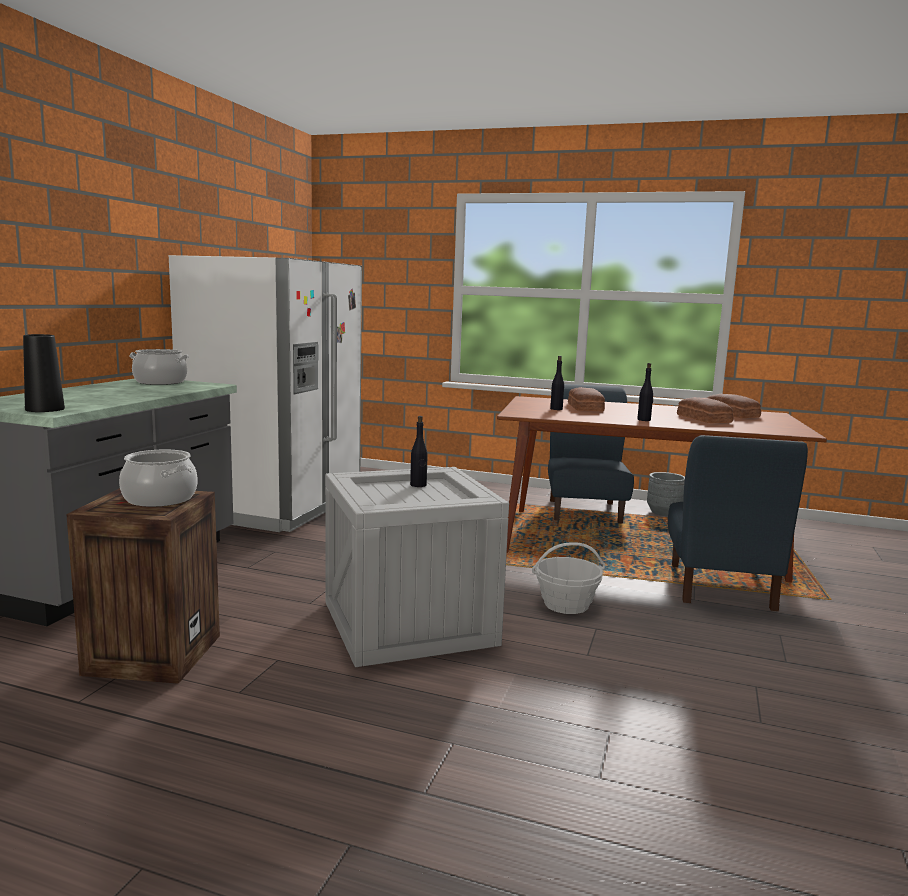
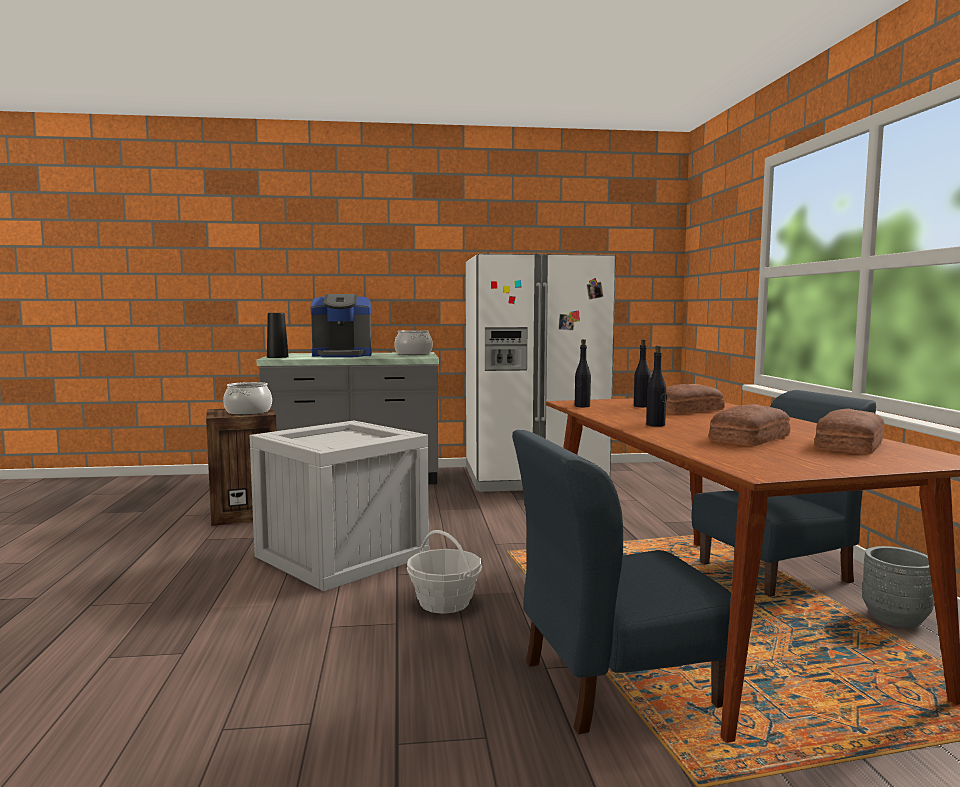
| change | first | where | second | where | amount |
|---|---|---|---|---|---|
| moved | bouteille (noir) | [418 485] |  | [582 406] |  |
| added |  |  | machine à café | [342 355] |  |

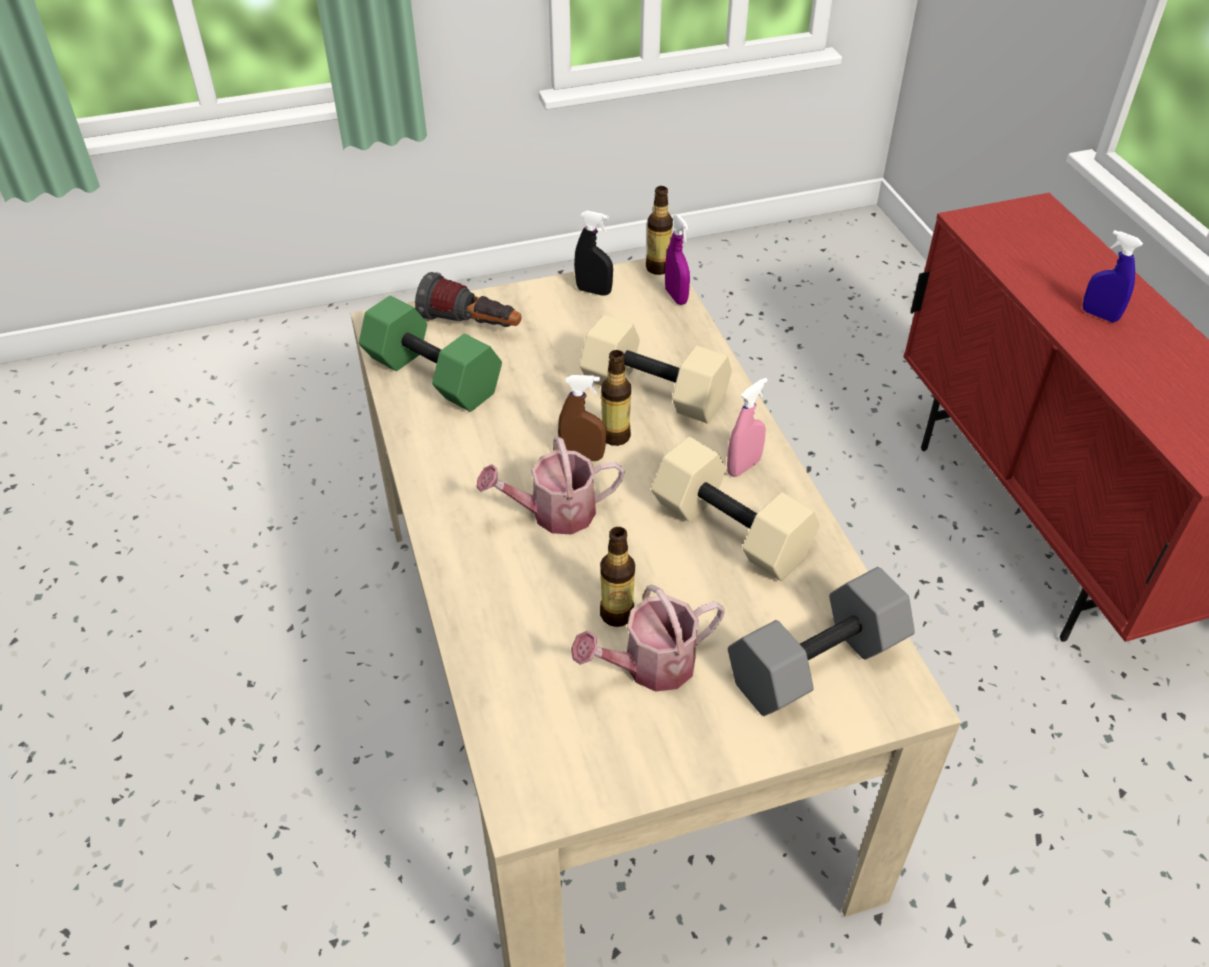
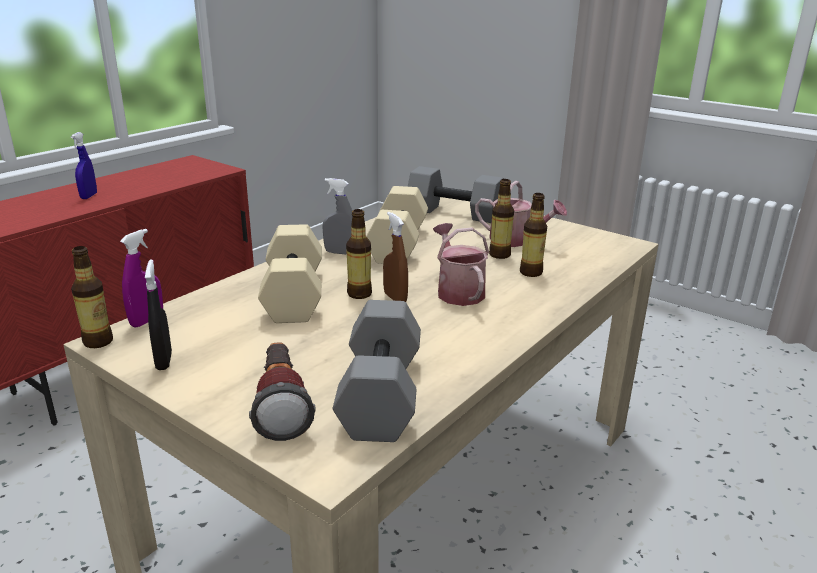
| change | first | where | second | where | amount |
|---|---|---|---|---|---|
| recoloured | haltère (vert) | [430 377] | haltère (gris) | [383 395] |  |
| recoloured | vaporisateur (rose) | [743 467] | vaporisateur (gris) | [339 252] |  |
| turned | arrosoir | [554 513] |  | [458 291] | 150 degrees counterclockwise |
| added |  |  | bouteille | [531 272] |  |

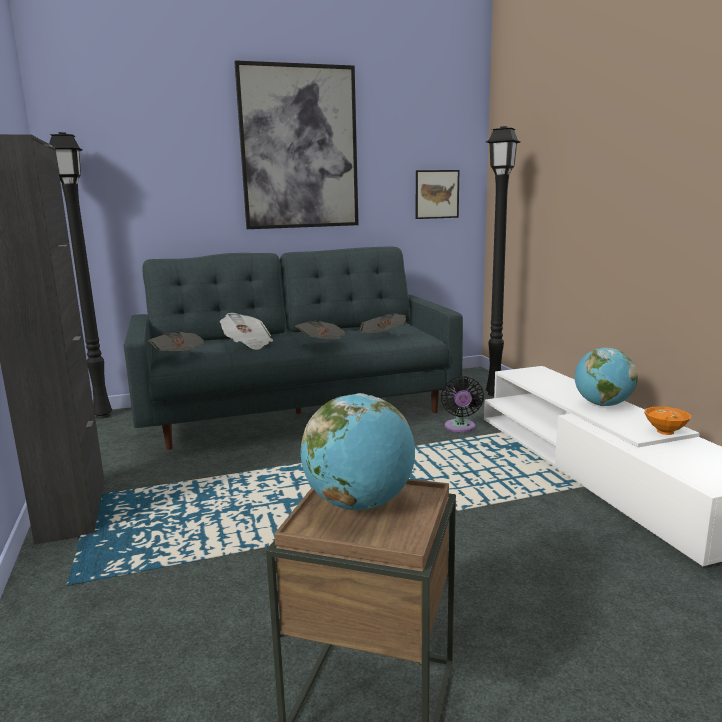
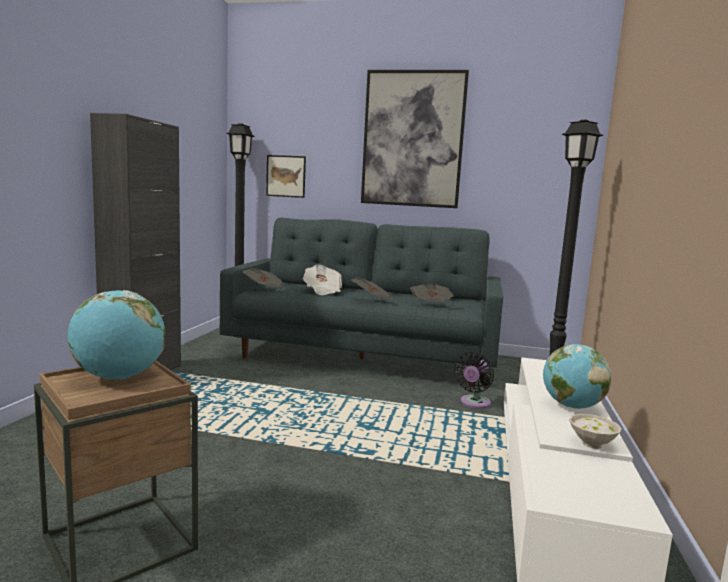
| change | first | where | second | where | amount |
|---|---|---|---|---|---|
| moved | tableau | [437 194] |  | [286 176] |  |
| recoloured | bol (orange) | [665 432] | bol (blanc) | [591 445] |  |

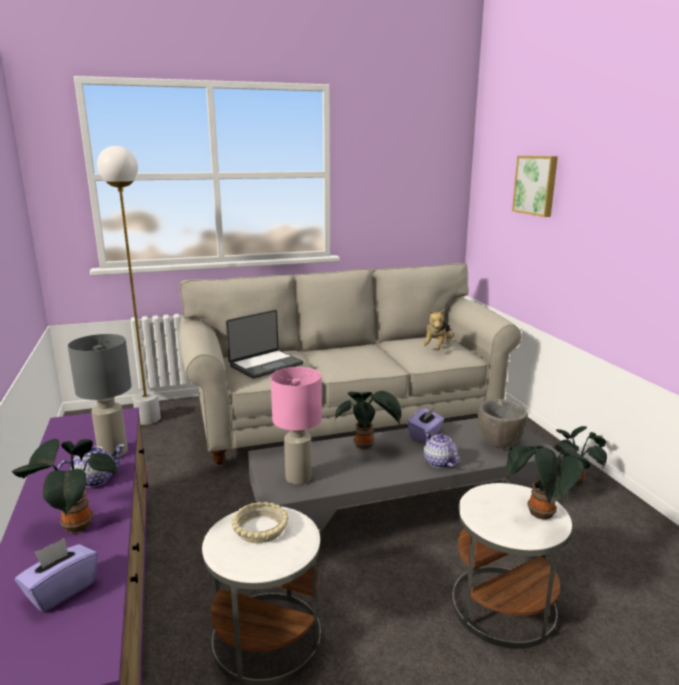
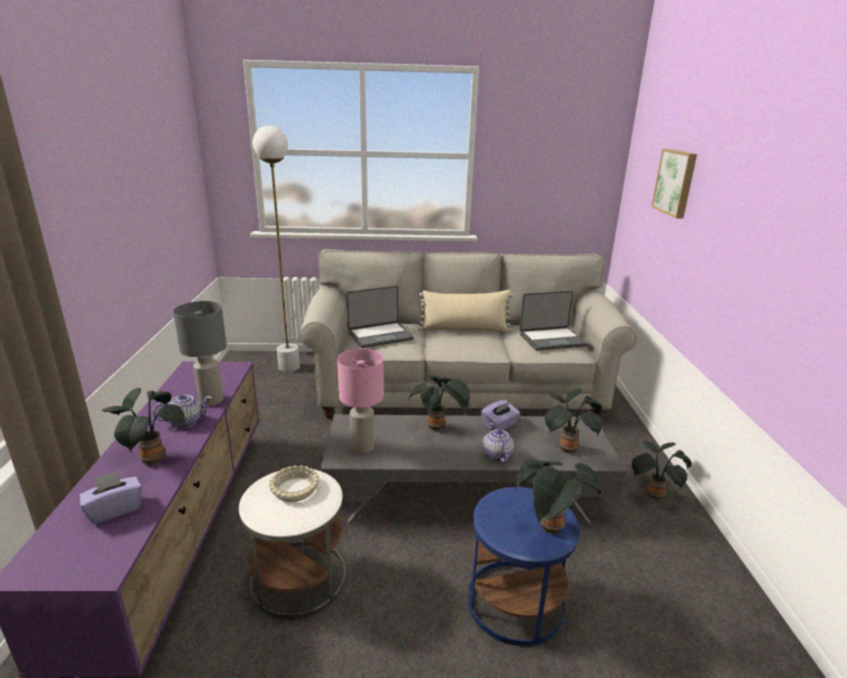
| change | first | where | second | where | amount |
|---|---|---|---|---|---|
| replaced | peluche | [438 348] | ordinateur portable | [551 339] |  |
| replaced | bol (gris) | [499 444] | plante en pot | [566 447] |  |
| recoloured | table d'appoint (blanc) | [502 606] | table d'appoint (bleu) | [514 602] |  |
| added |  |  | coussin (beige) | [464 330] |  |

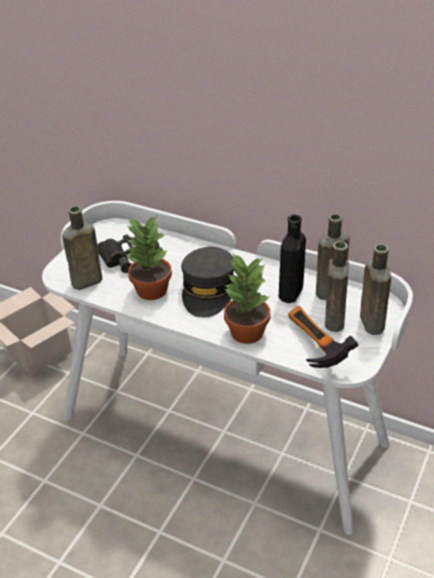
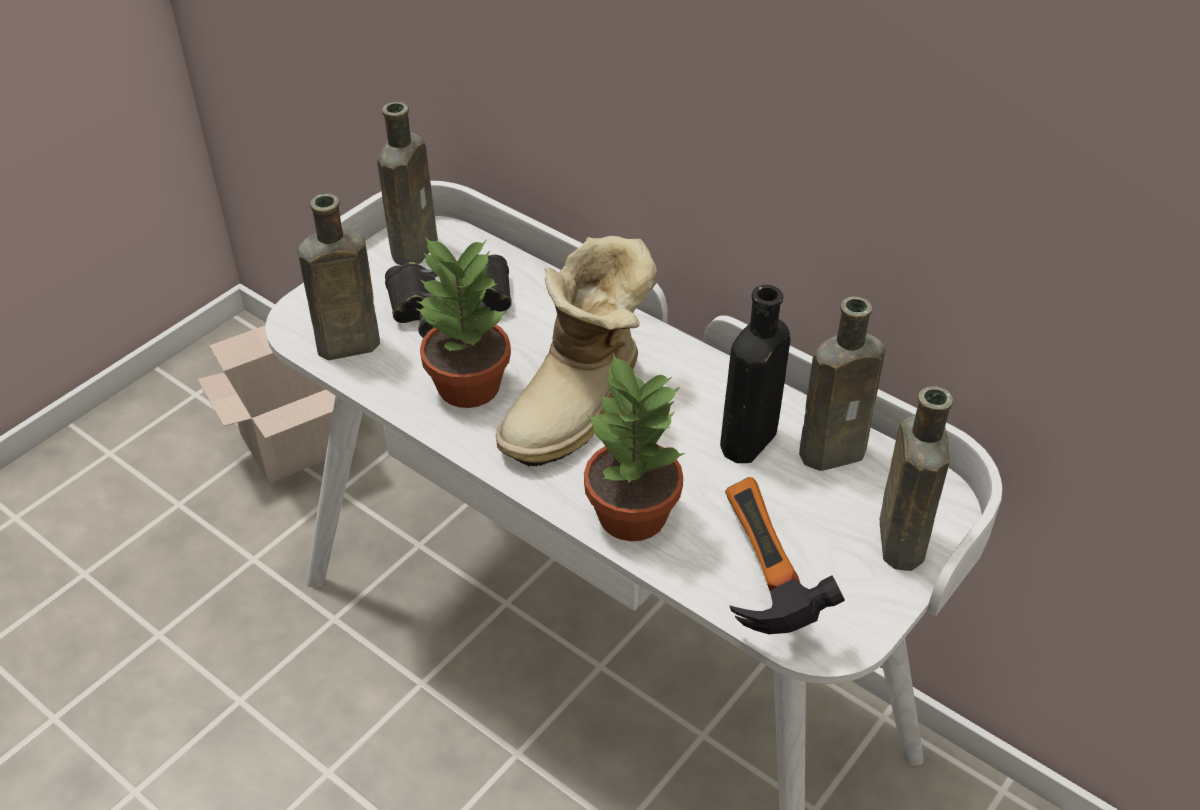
| change | first | where | second | where | amount |
|---|---|---|---|---|---|
| moved | bouteille (marron) | [334 318] |  | [416 246] |  |
| replaced | casquette (gris) | [208 290] | botte | [581 406] |  |

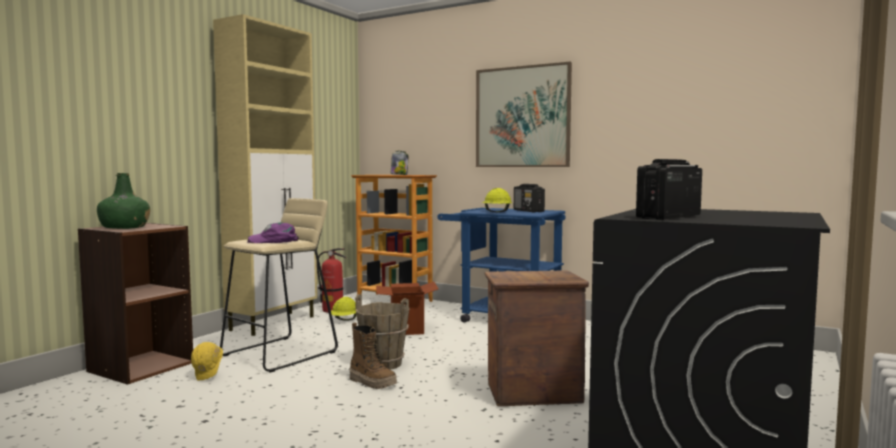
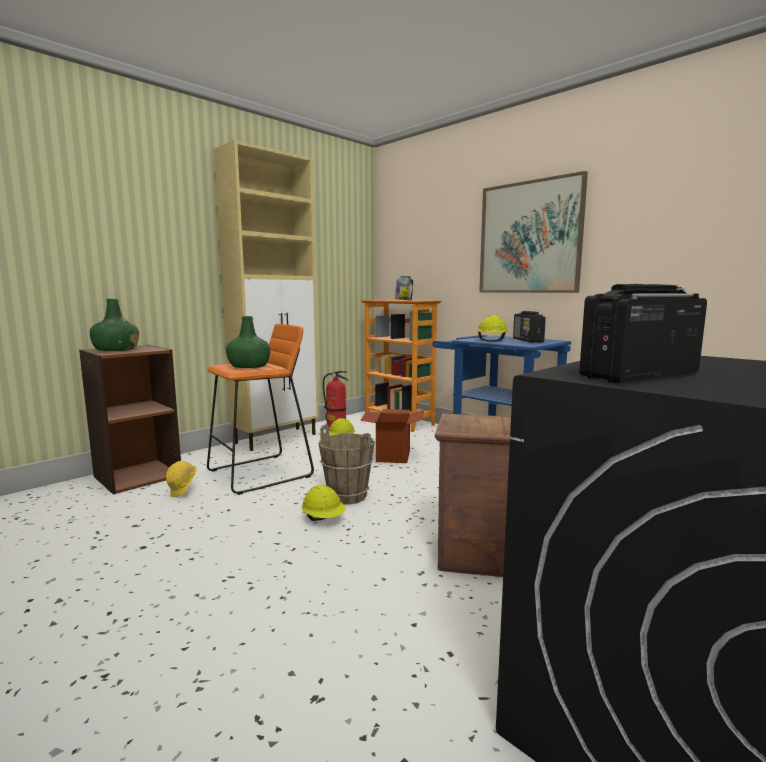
| change | first | where | second | where | amount |
|---|---|---|---|---|---|
| recoloured | tabouret (beige) | [280 353] | tabouret (orange) | [261 473] |  |
| replaced | casquette (violet) | [274 241] | bouteille (vert) | [249 366] |  |
| replaced | botte | [372 383] | casque de chantier (jaune) | [324 519] |  |

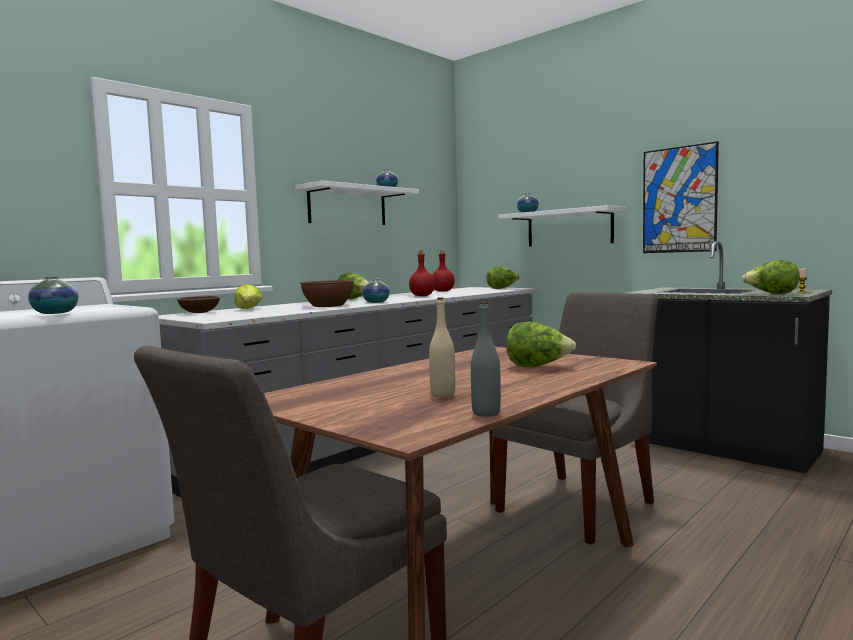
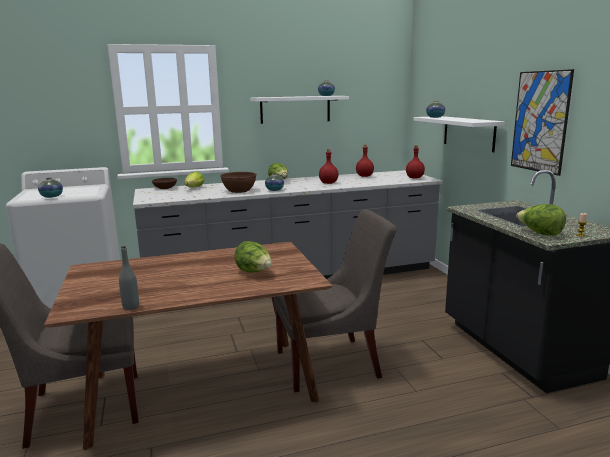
| change | first | where | second | where | amount |
|---|---|---|---|---|---|
| replaced | laitue | [502 288] | bouteille (rouge) | [414 178] |  |
| removed | bouteille (beige) | [443 395] |  |  |  |

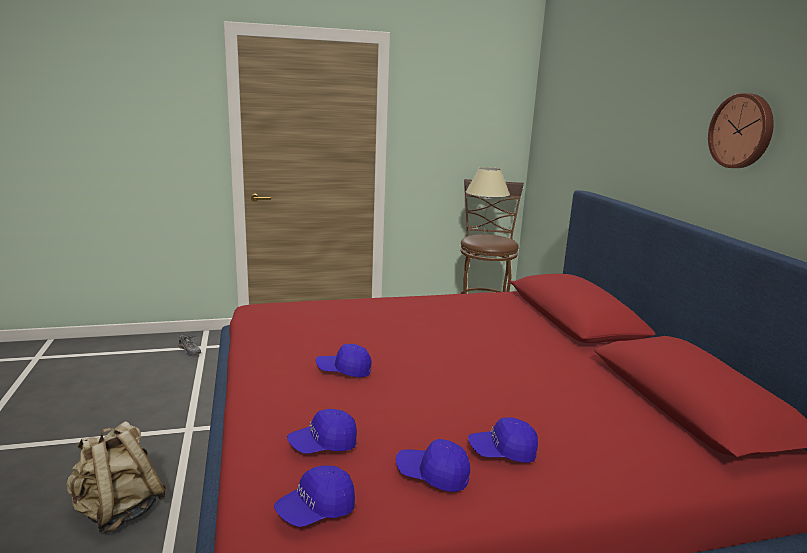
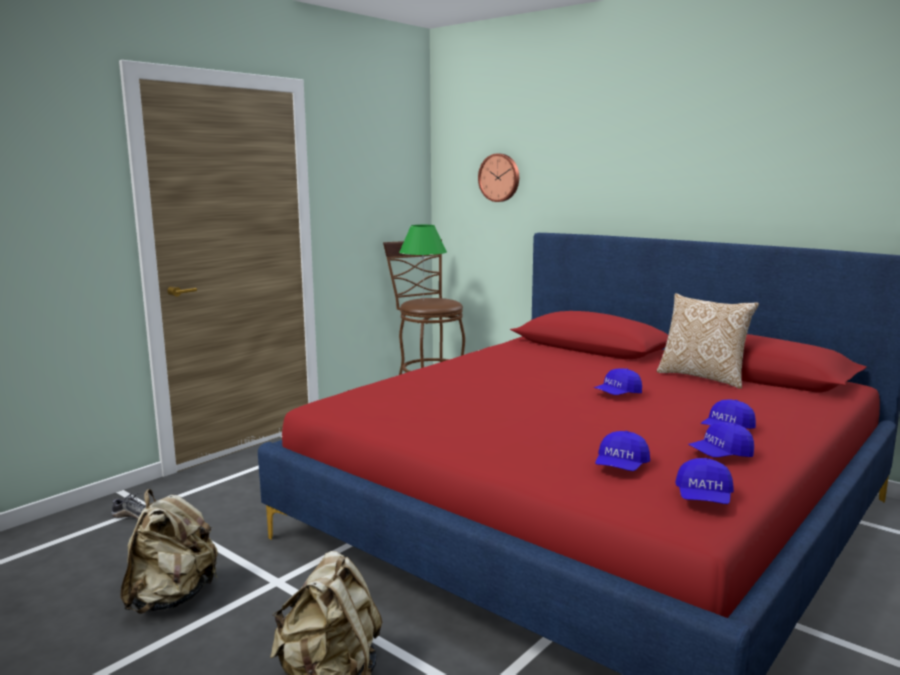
| change | first | where | second | where | amount |
|---|---|---|---|---|---|
| moved | horloge murale | [742 131] |  | [500 177] |  |
| recoloured | lampe de table (beige) | [483 236] | lampe de table (vert) | [423 300] |  |
| moved | casquette (bleu) | [344 371] |  | [617 395] |  |
| added |  |  | coussin | [703 377] |  |
| added |  |  | sac à dos (beige) | [172 598] |  |

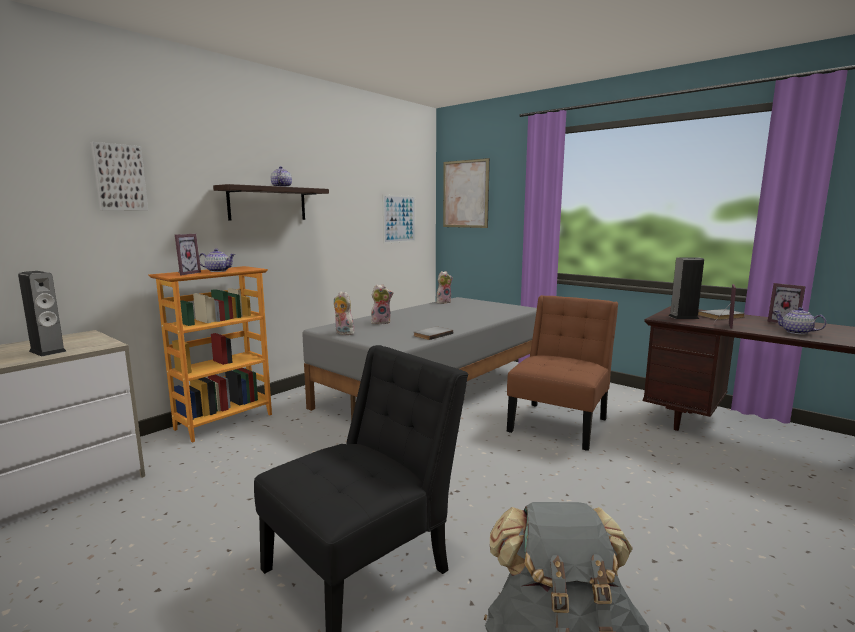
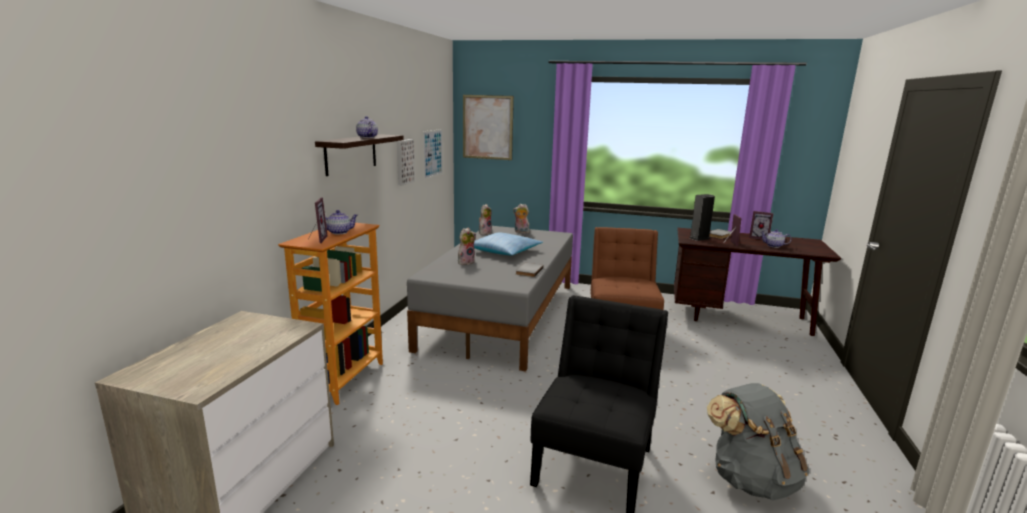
| change | first | where | second | where | amount |
|---|---|---|---|---|---|
| moved | tableau | [119 177] |  | [404 161] |  |
| removed | enceinte | [47 351] |  |  |  |
| moved | peluche | [343 333] |  | [521 232] |  |
| added |  |  | coussin | [504 251] |  |

